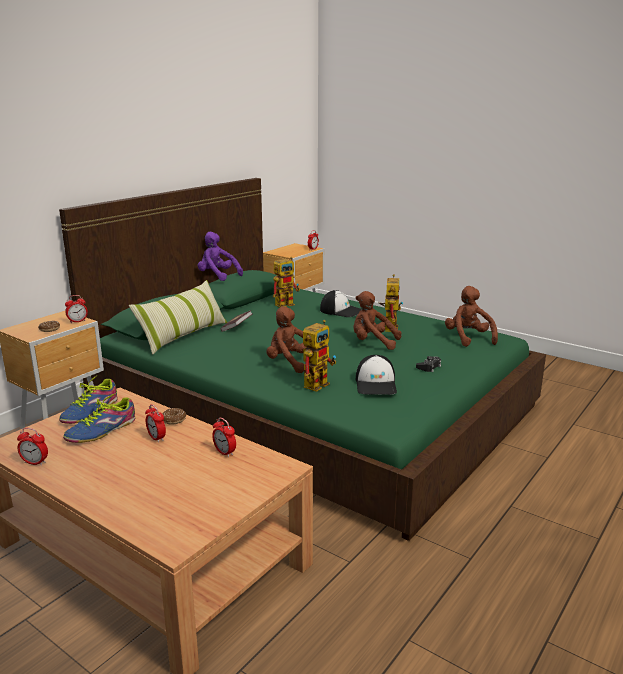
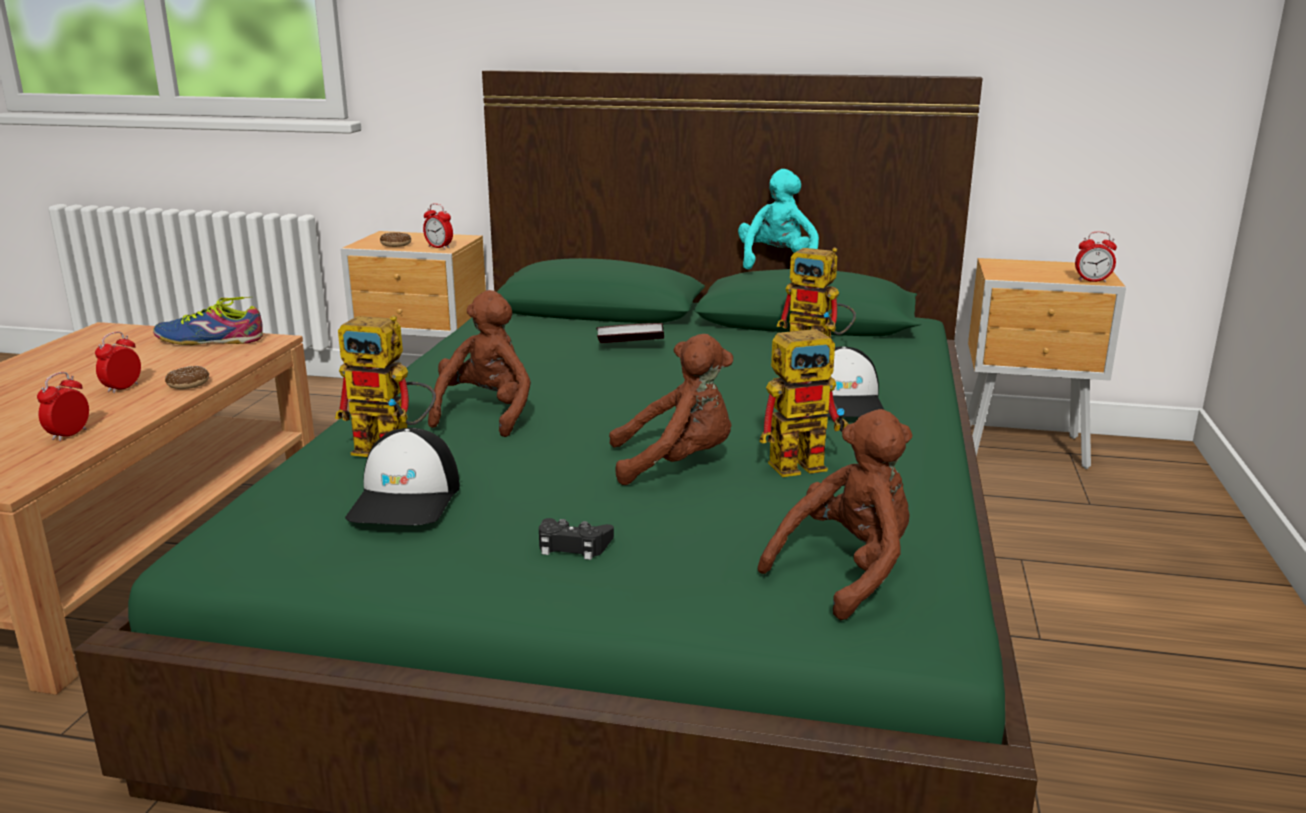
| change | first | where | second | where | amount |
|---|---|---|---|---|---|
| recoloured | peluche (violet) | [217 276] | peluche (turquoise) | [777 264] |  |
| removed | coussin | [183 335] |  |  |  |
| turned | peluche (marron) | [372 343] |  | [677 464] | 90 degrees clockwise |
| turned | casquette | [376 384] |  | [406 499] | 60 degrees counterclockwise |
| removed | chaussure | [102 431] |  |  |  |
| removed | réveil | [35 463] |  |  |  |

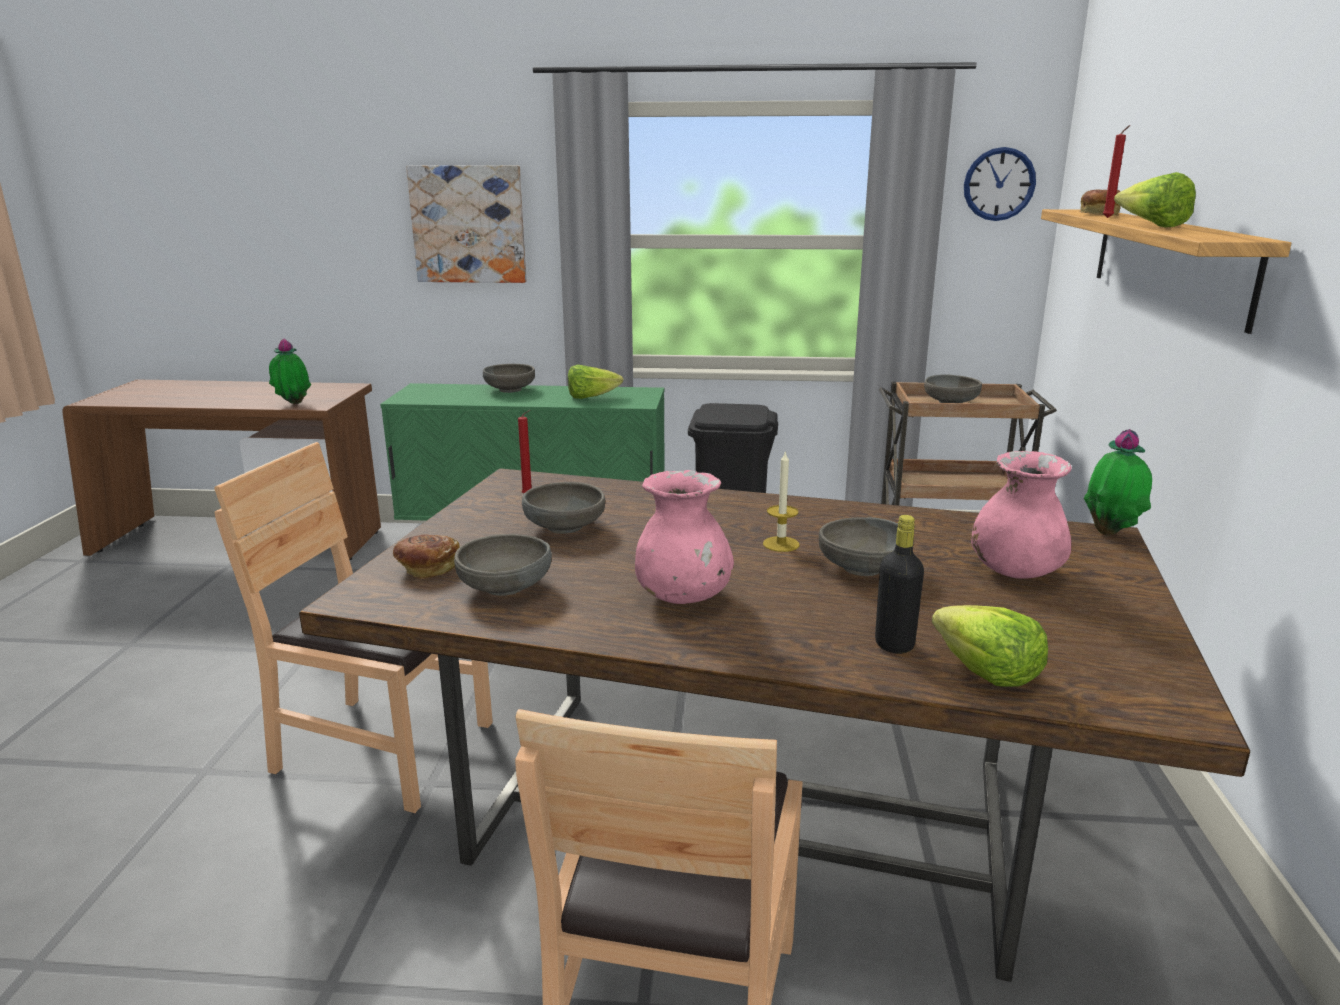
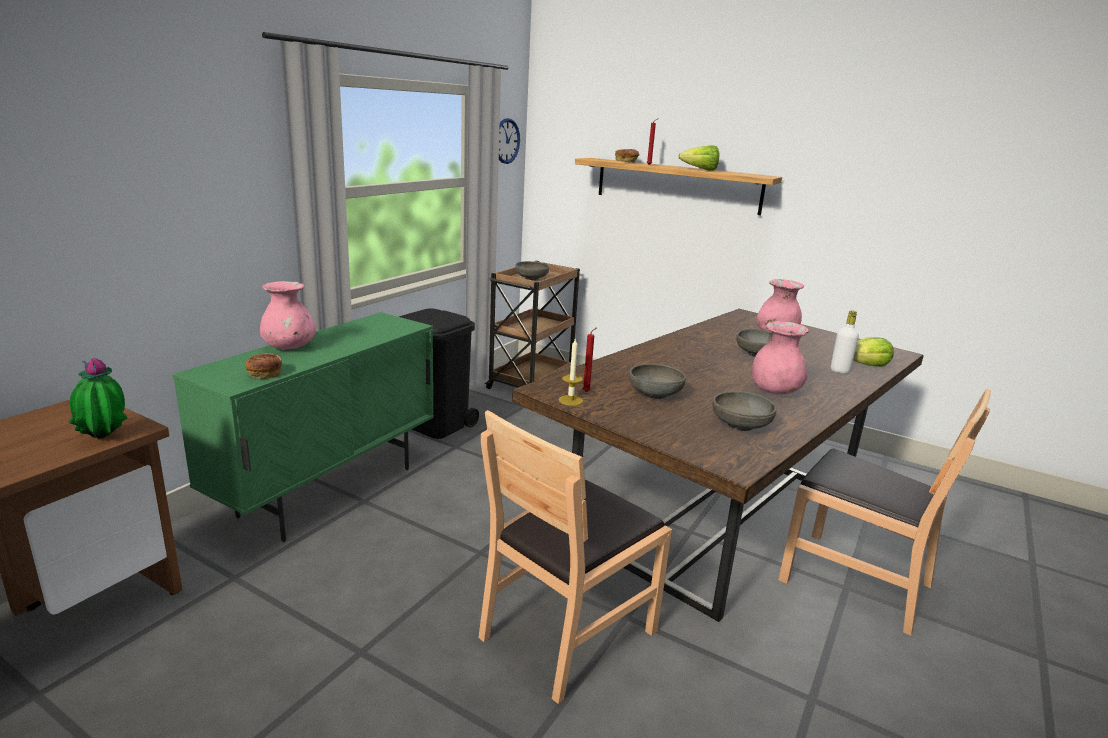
| change | first | where | second | where | amount |
|---|---|---|---|---|---|
| removed | tableau | [469 224] |  |  |  |
| replaced | bol (gris) | [510 390] | vase (rose) | [290 347] |  |
| removed | laitue | [591 397] |  |  |  |
| removed | plante en pot | [1111 533] |  |  |  |
| moved | bougie | [781 544] |  | [570 400] |  |
| recoloured | bouteille (noir) | [894 644] | bouteille (blanc) | [839 371] |  |
| moved | pain | [427 568] |  | [264 374] |  |

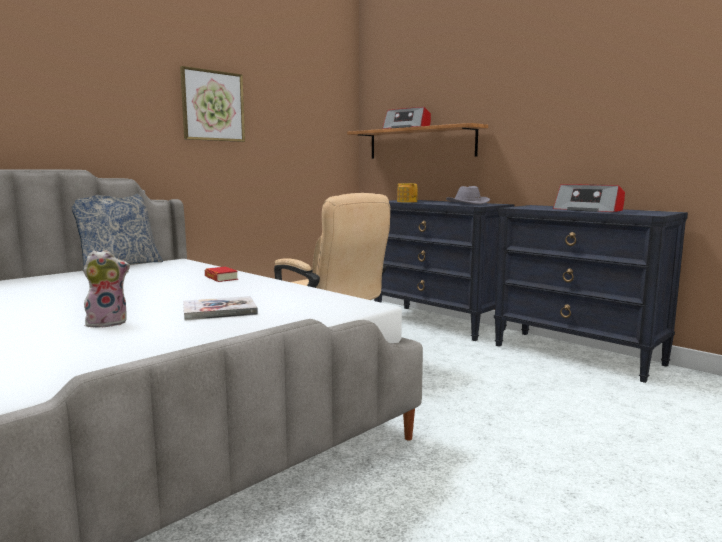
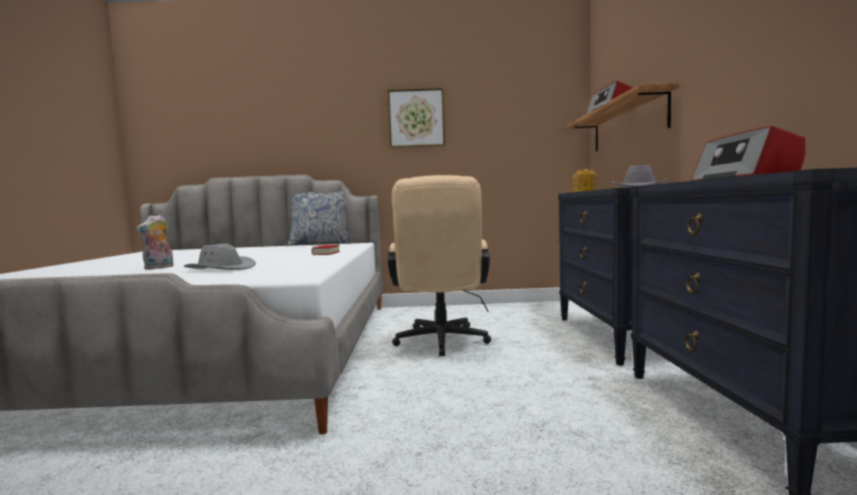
| change | first | where | second | where | amount |
|---|---|---|---|---|---|
| turned | peluche | [108 323] |  | [159 268] | 105 degrees clockwise |
| replaced | livre | [219 311] | chapeau (gris) | [222 269] |  |

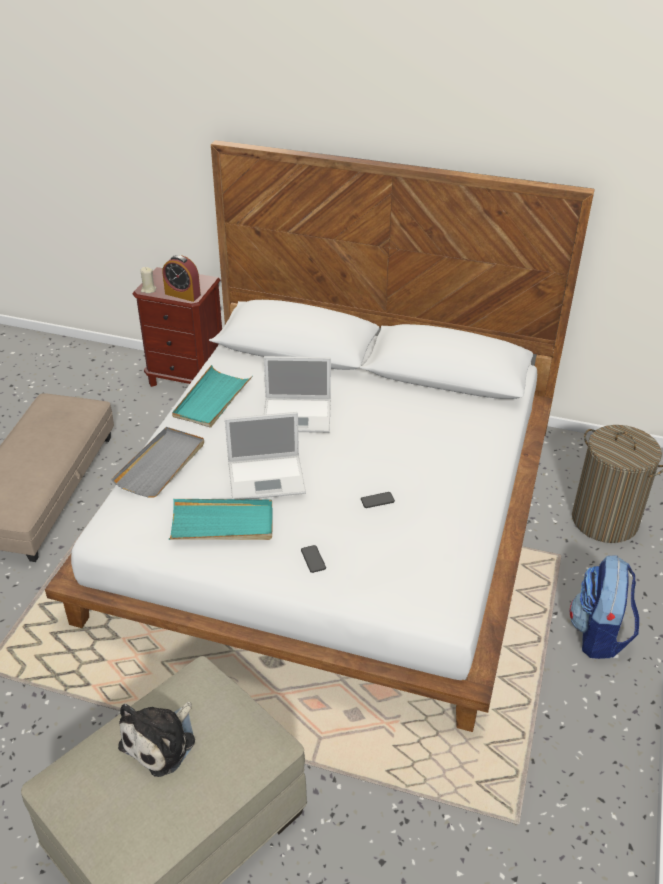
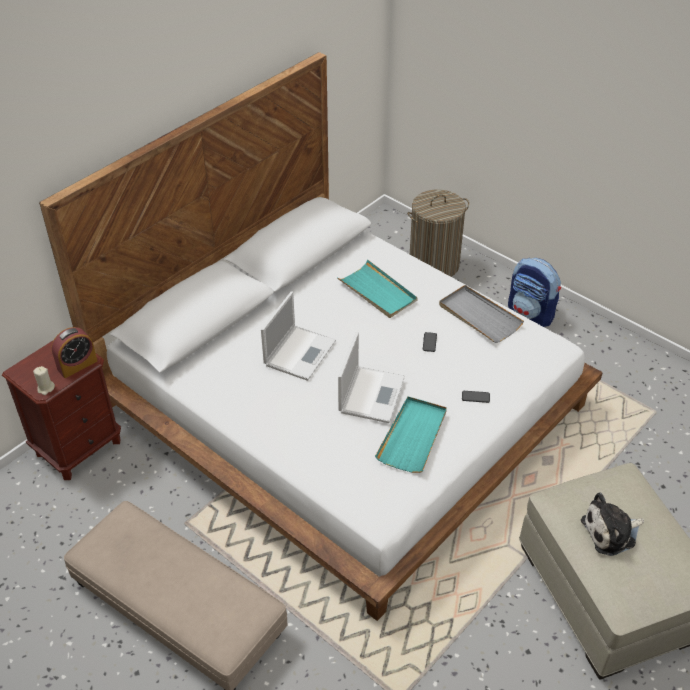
| change | first | where | second | where | amount |
|---|---|---|---|---|---|
| moved | plateau (turquoise) | [212 399] |  | [377 292] |  |
| moved | plateau (gris) | [161 464] |  | [479 316] |  |
| turned | peluche | [161 741] |  | [611 532] | 105 degrees clockwise |

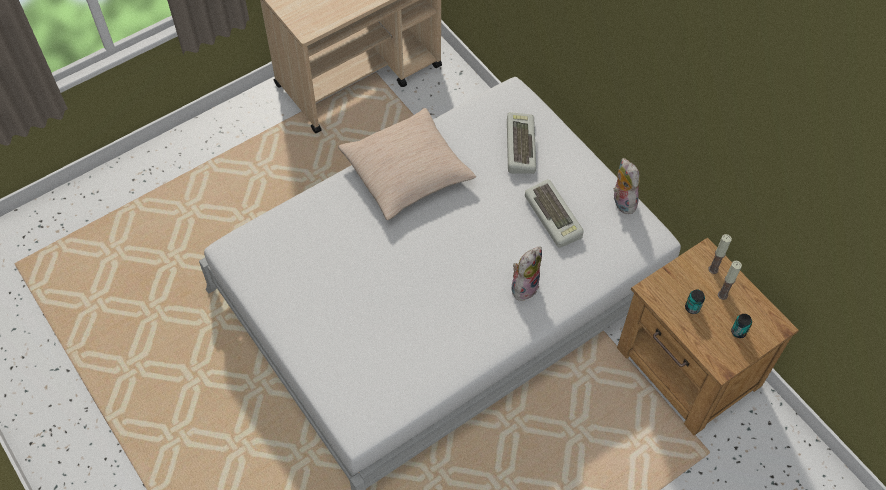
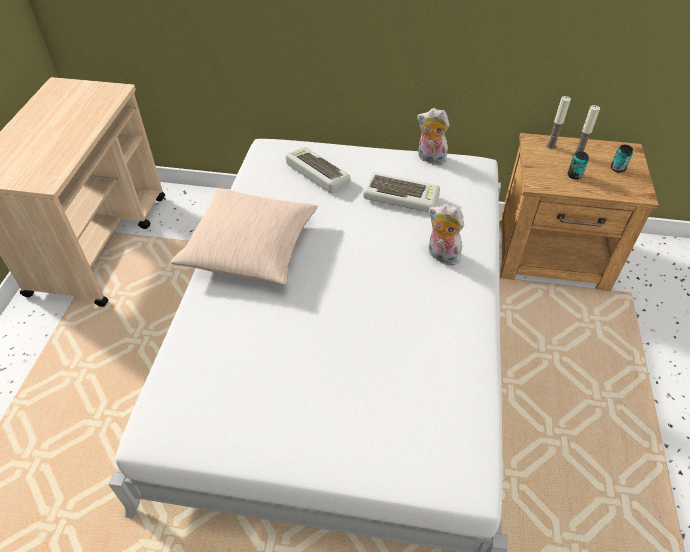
| change | first | where | second | where | amount |
|---|---|---|---|---|---|
| turned | peluche | [524 286] |  | [441 256] | 45 degrees counterclockwise |

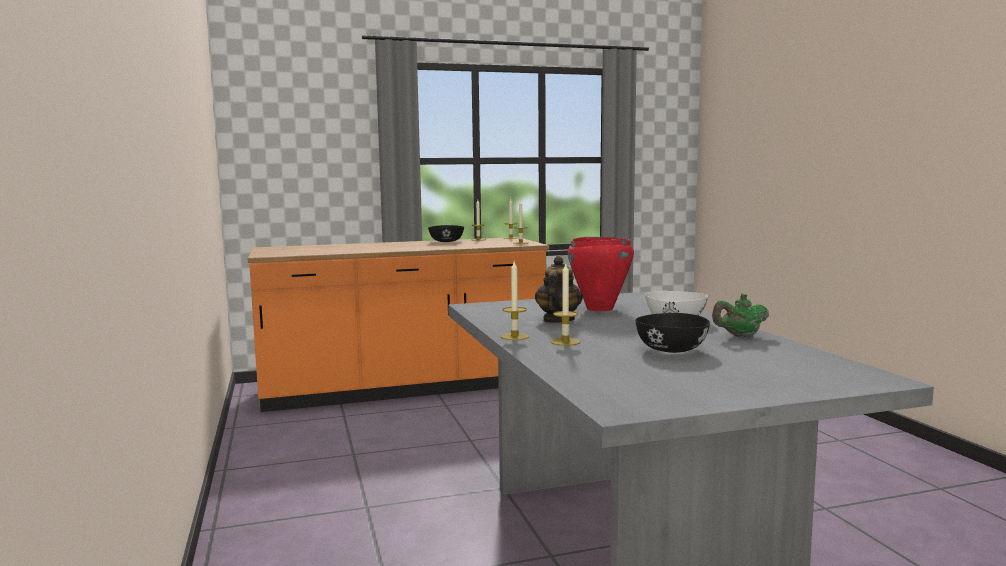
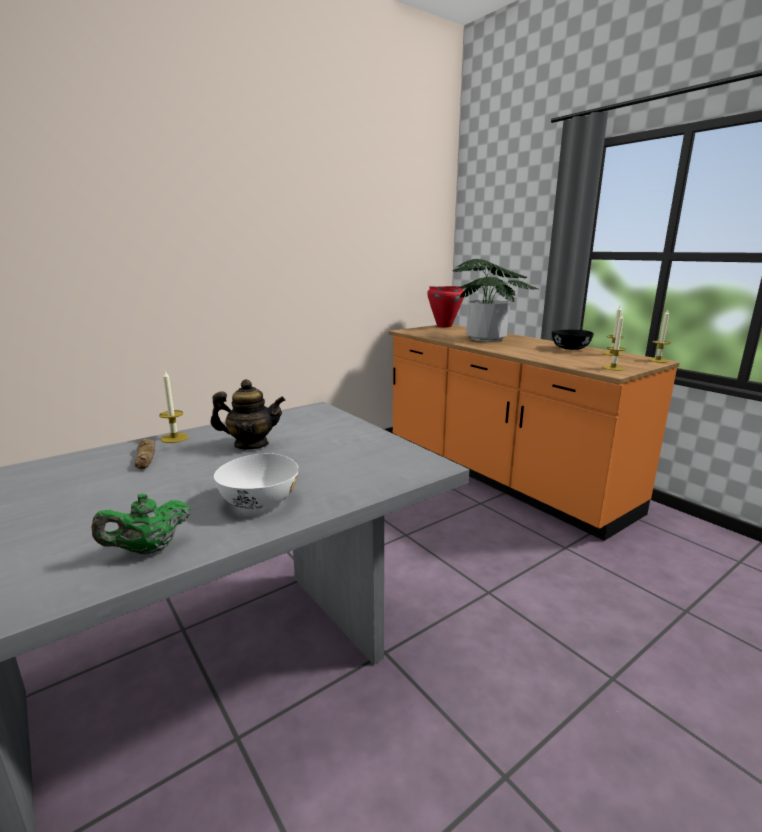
| change | first | where | second | where | amount |
|---|---|---|---|---|---|
| moved | marmite (rouge) | [599 309] |  | [444 326] |  |
| replaced | bougie | [565 342] | pain | [146 457] |  |
| turned | théière (vert) | [740 336] |  | [148 549] | 90 degrees counterclockwise |
| removed | bol (noir) | [671 350] |  |  |  |
| added |  |  | plante en pot | [486 338] |  |

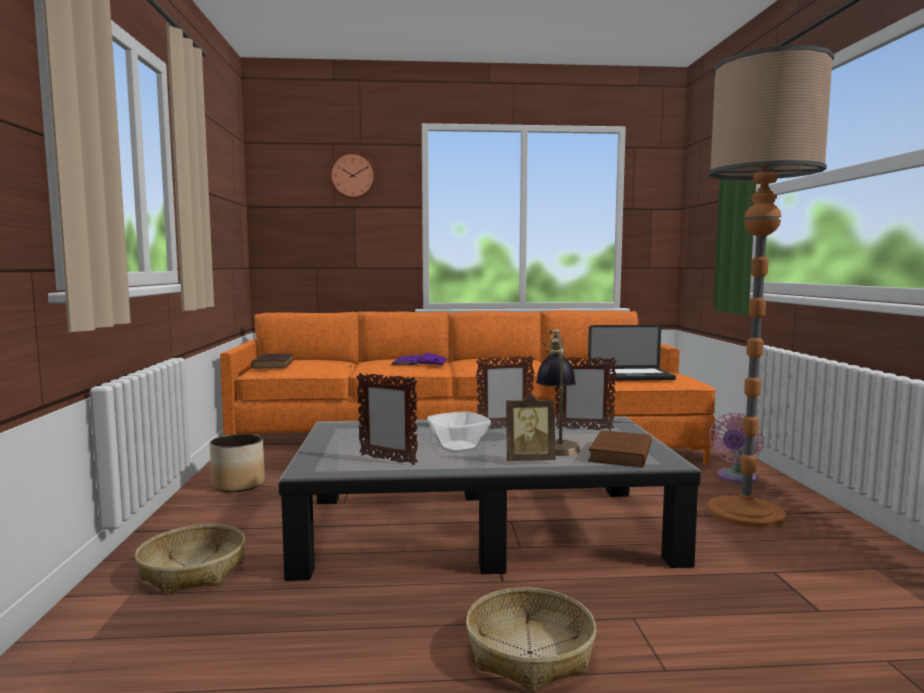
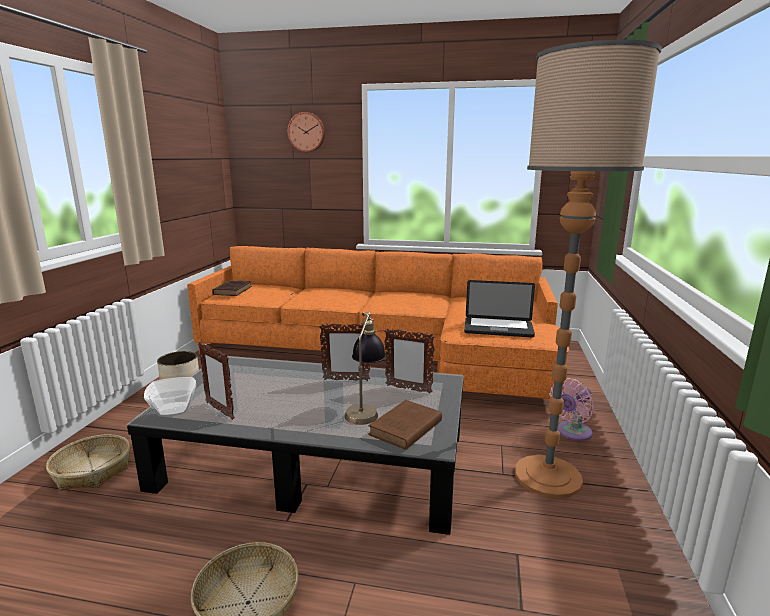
| change | first | where | second | where | amount |
|---|---|---|---|---|---|
| removed | livre (violet) | [420 362] |  |  |  |
| removed | cadre photo | [529 460] |  |  |  |
| moved | bol | [458 447] |  | [174 409] |  |

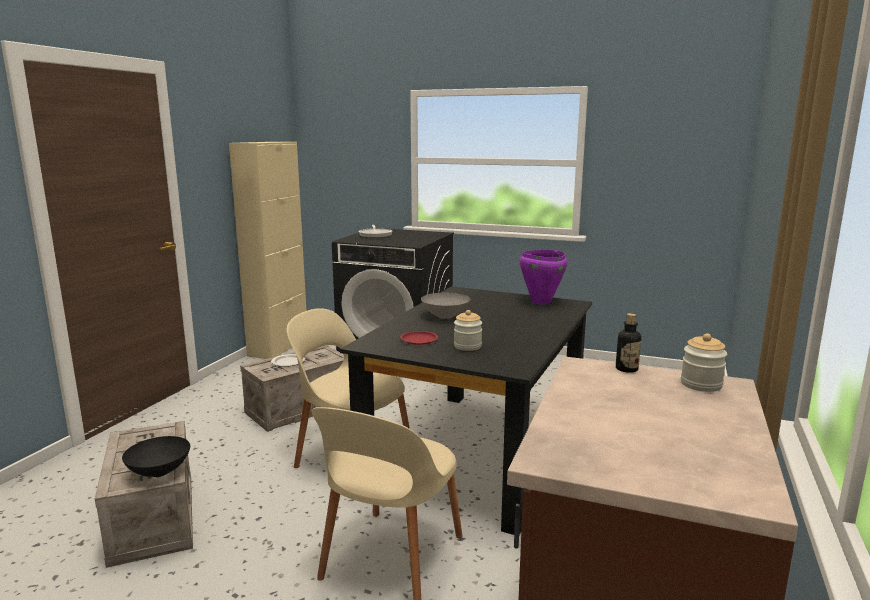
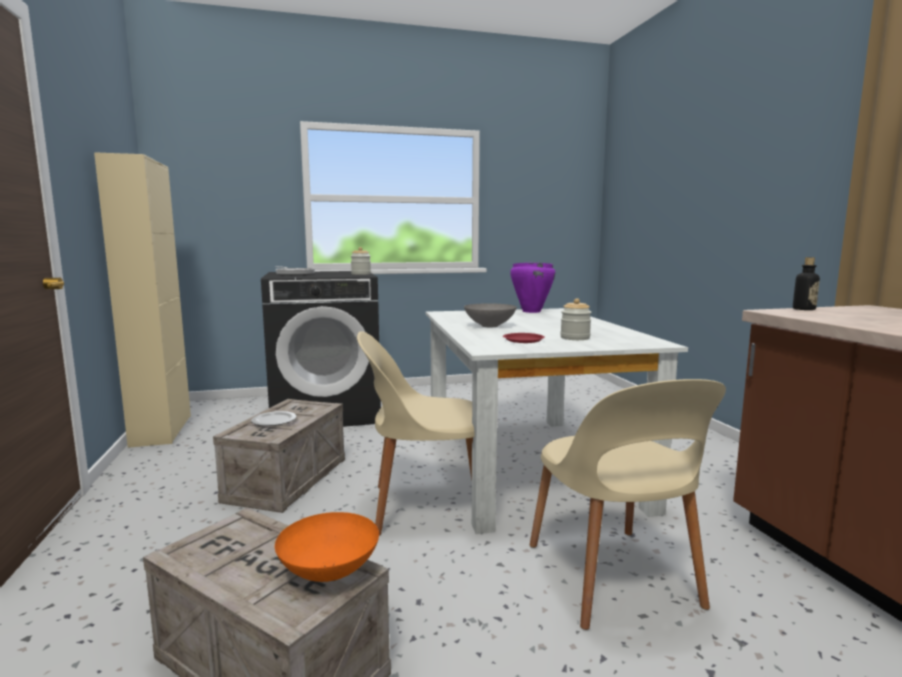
| change | first | where | second | where | amount |
|---|---|---|---|---|---|
| recoloured | table à manger (noir) | [479 452] | table à manger (blanc) | [528 465] |  |
| moved | bocal | [701 384] |  | [361 274] |  |
| recoloured | bol (noir) | [158 471] | bol (orange) | [327 572] |  |

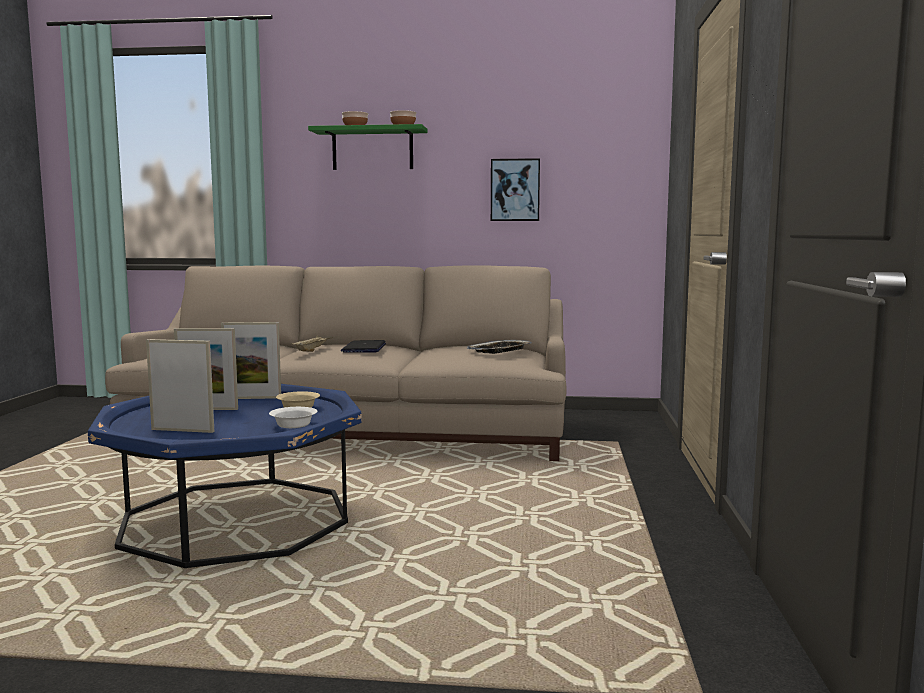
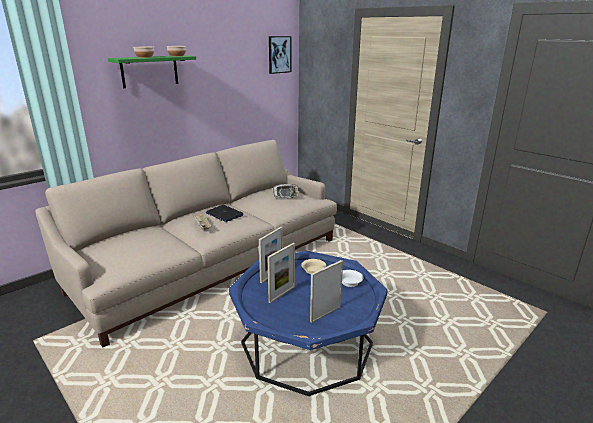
| change | first | where | second | where | amount |
|---|---|---|---|---|---|
| moved | tableau | [515 190] |  | [279 54] |  |

